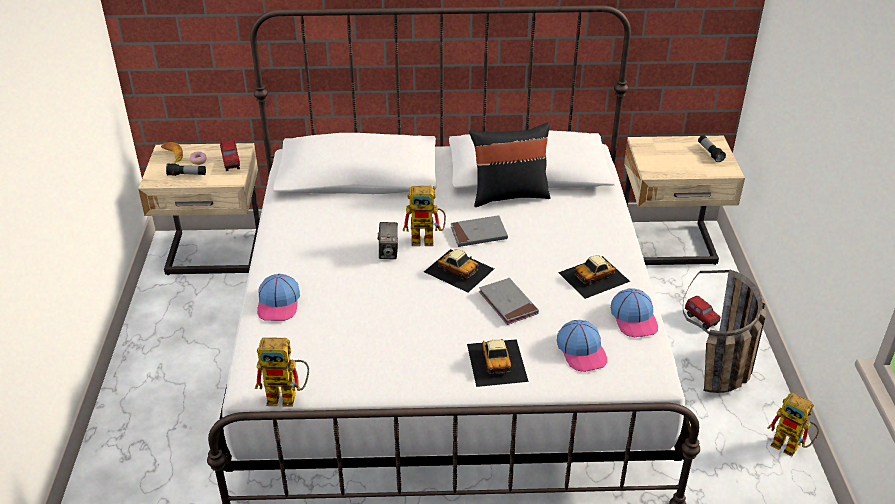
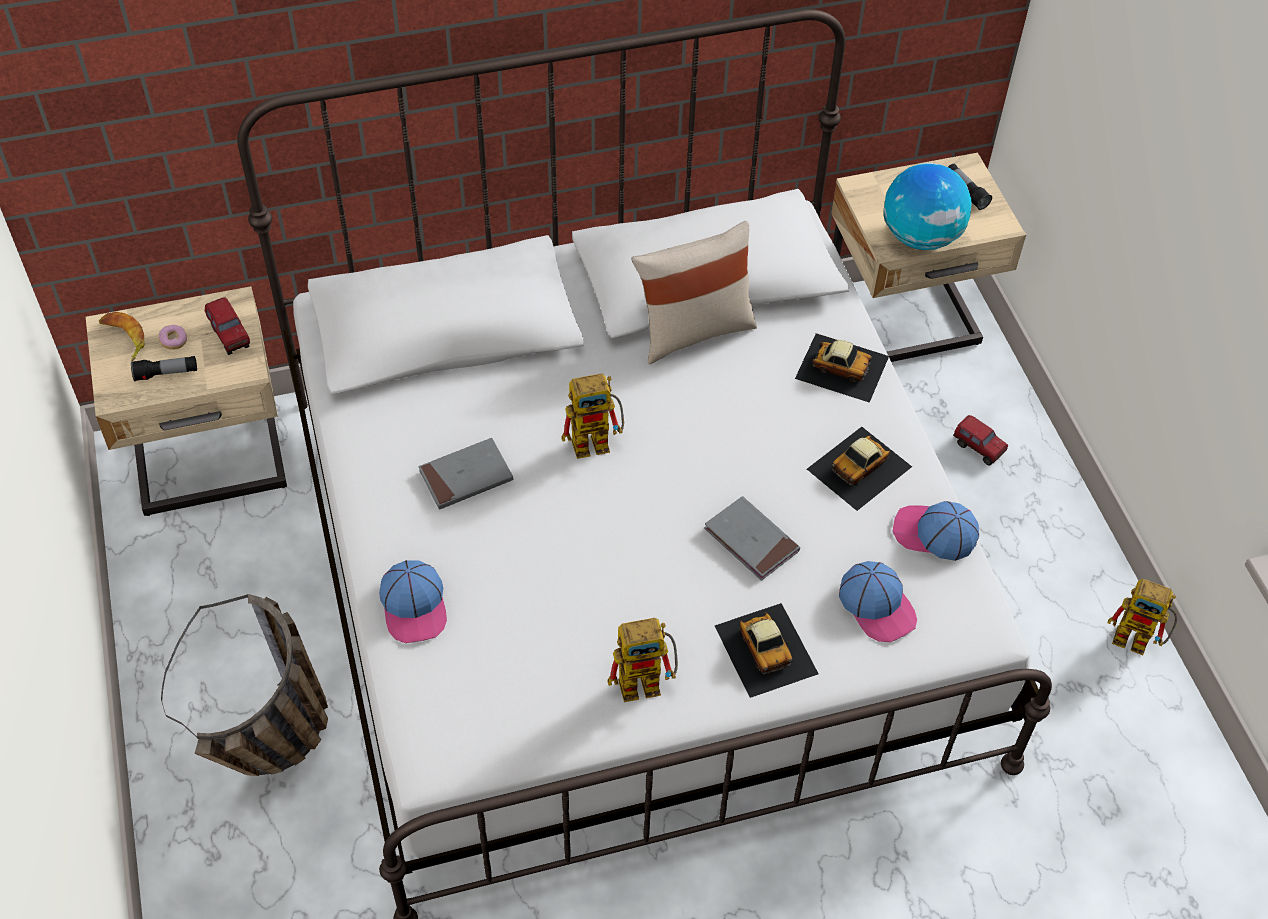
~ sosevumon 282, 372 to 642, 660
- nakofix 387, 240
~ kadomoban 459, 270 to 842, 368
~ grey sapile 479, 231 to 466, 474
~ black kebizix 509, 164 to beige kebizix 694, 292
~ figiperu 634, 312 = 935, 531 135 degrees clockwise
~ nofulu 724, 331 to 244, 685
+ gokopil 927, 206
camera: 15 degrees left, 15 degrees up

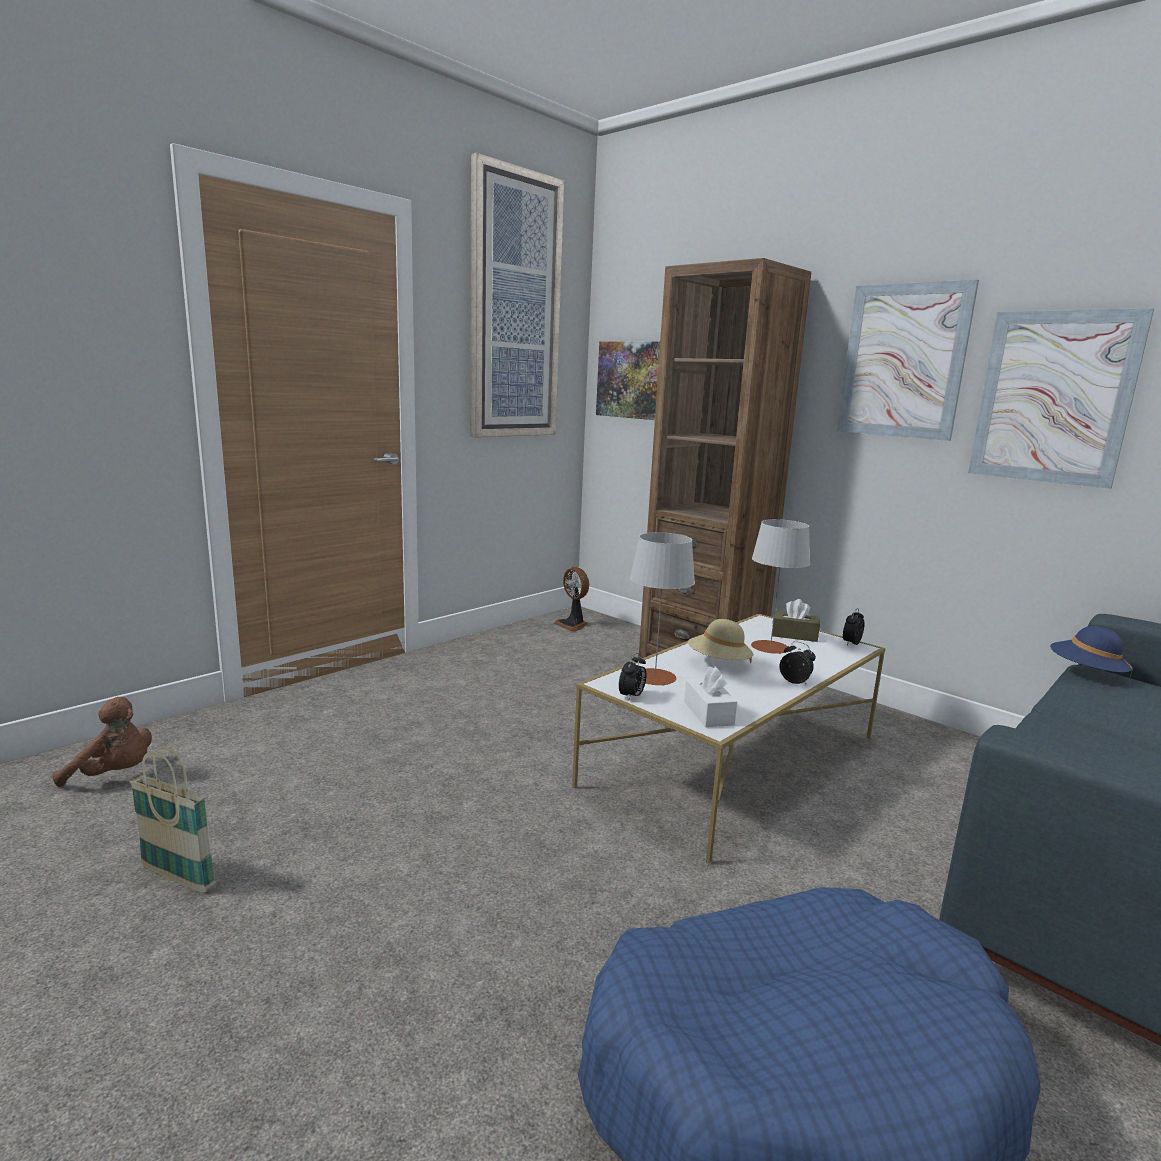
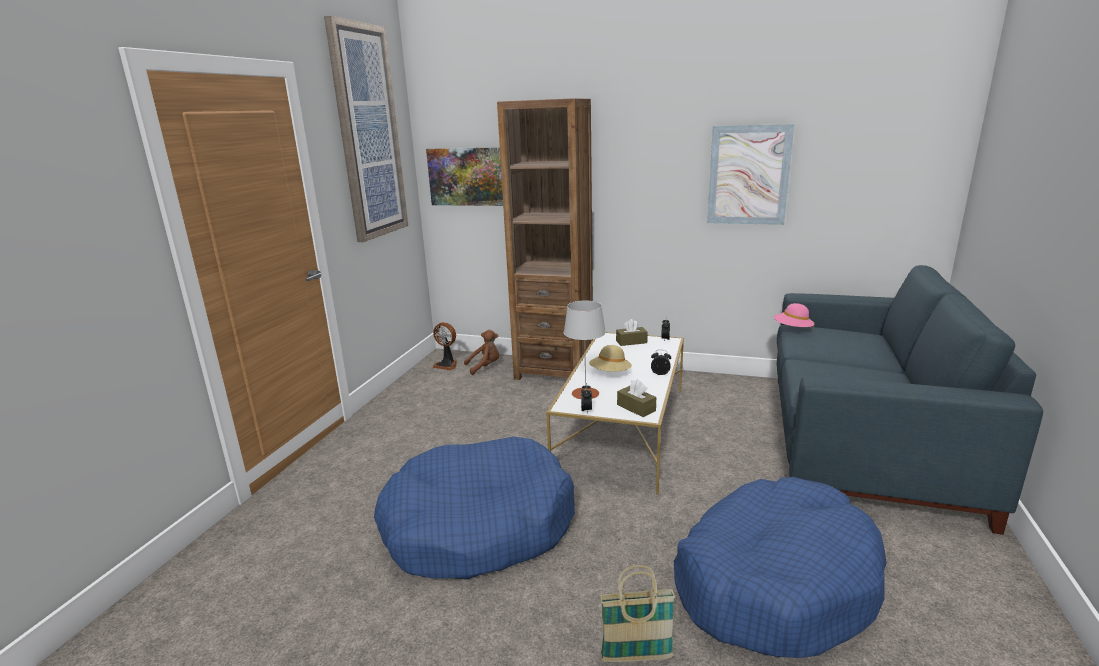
~ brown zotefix 102, 742 to 481, 352
~ nofulu 172, 819 to 637, 613
~ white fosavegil 710, 697 to brown fosavegil 636, 398
- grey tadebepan 780, 586
- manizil 908, 360
~ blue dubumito 1091, 654 to pink dubumito 794, 316
+ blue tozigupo 474, 508
camera: 25 degrees left, 5 degrees up

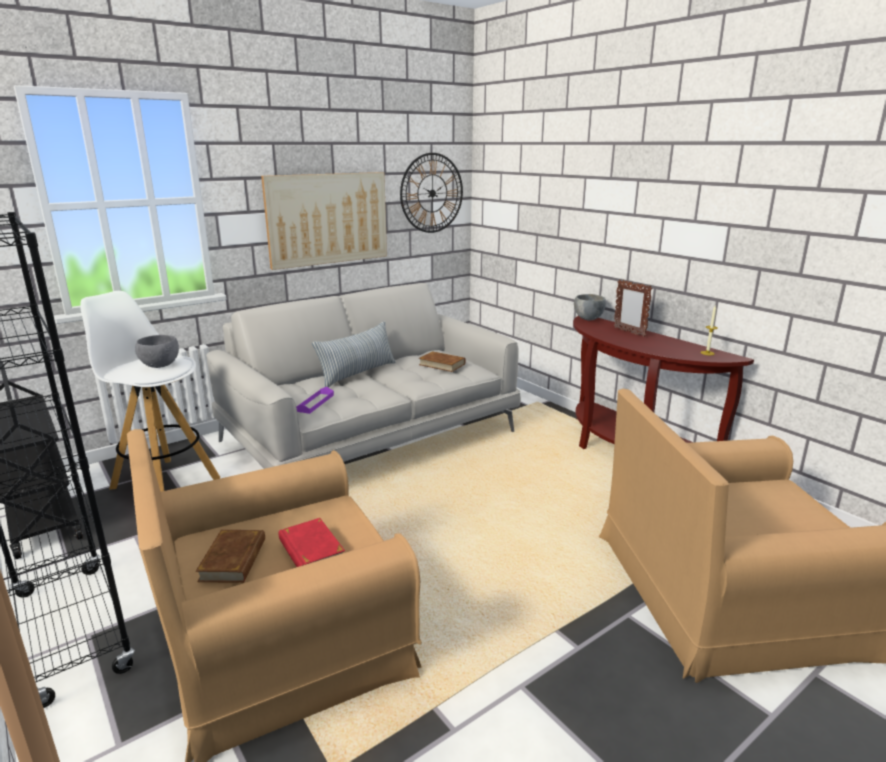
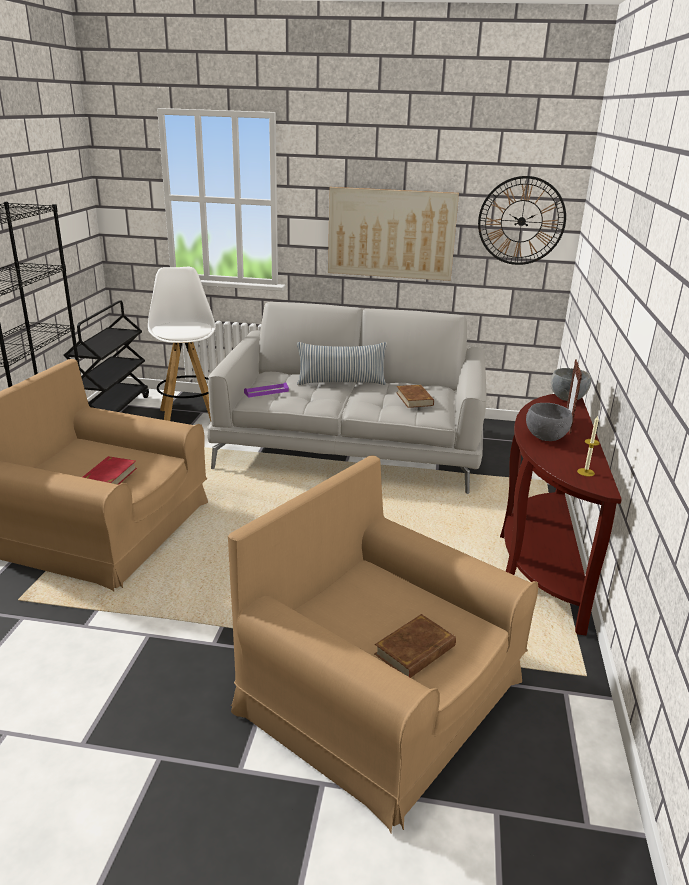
~ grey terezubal 157, 351 to 549, 422
~ brown sapile 230, 556 to 415, 646
camera: 45 degrees right, 5 degrees up

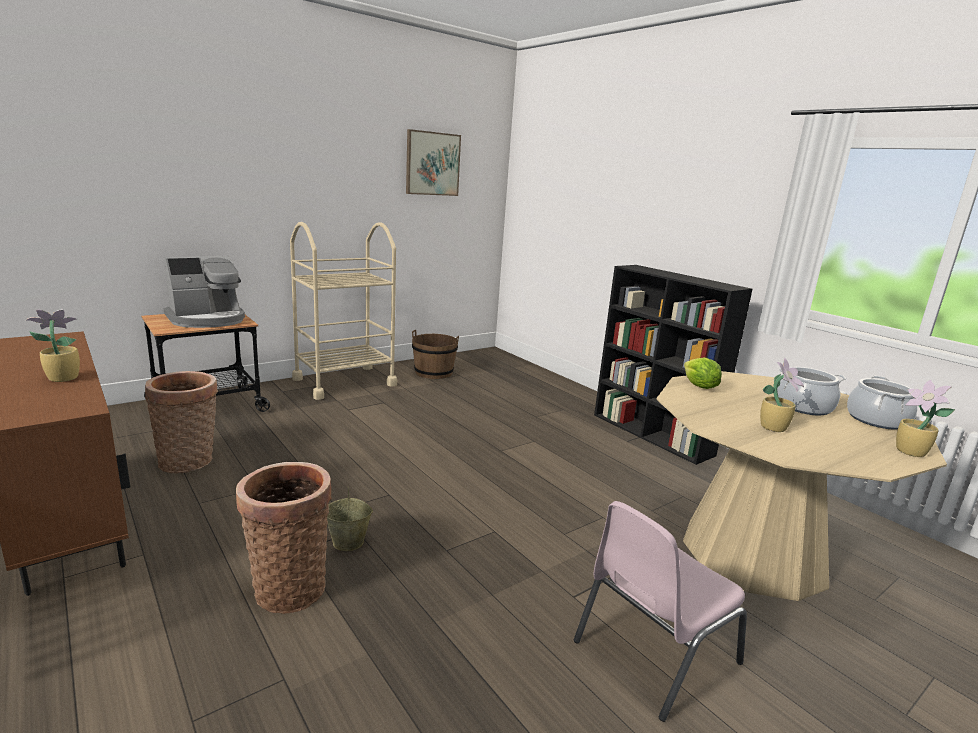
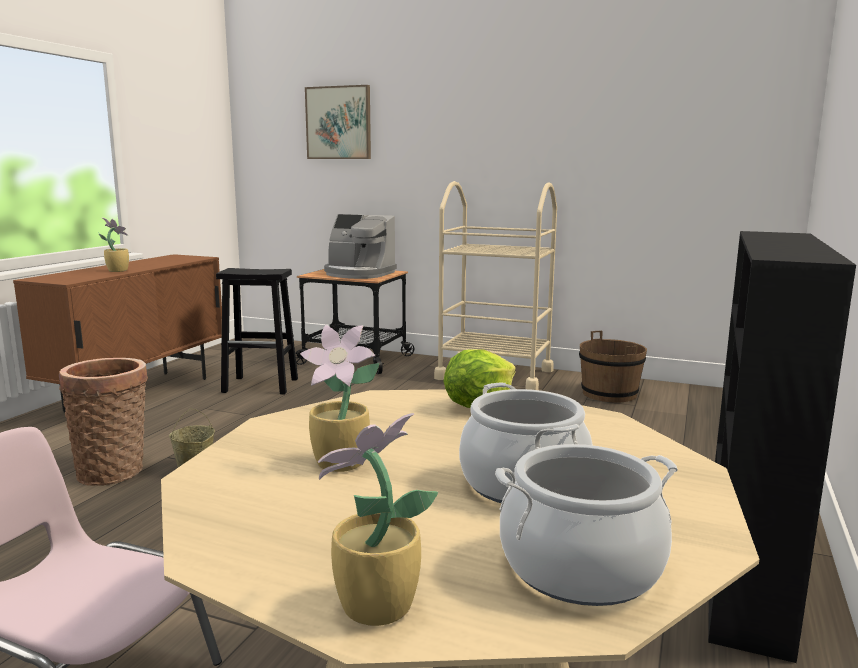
~ nofulu 181, 422 to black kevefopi 257, 331
~ manizil 433, 162 to 338, 122
camera: 60 degrees right, 5 degrees down

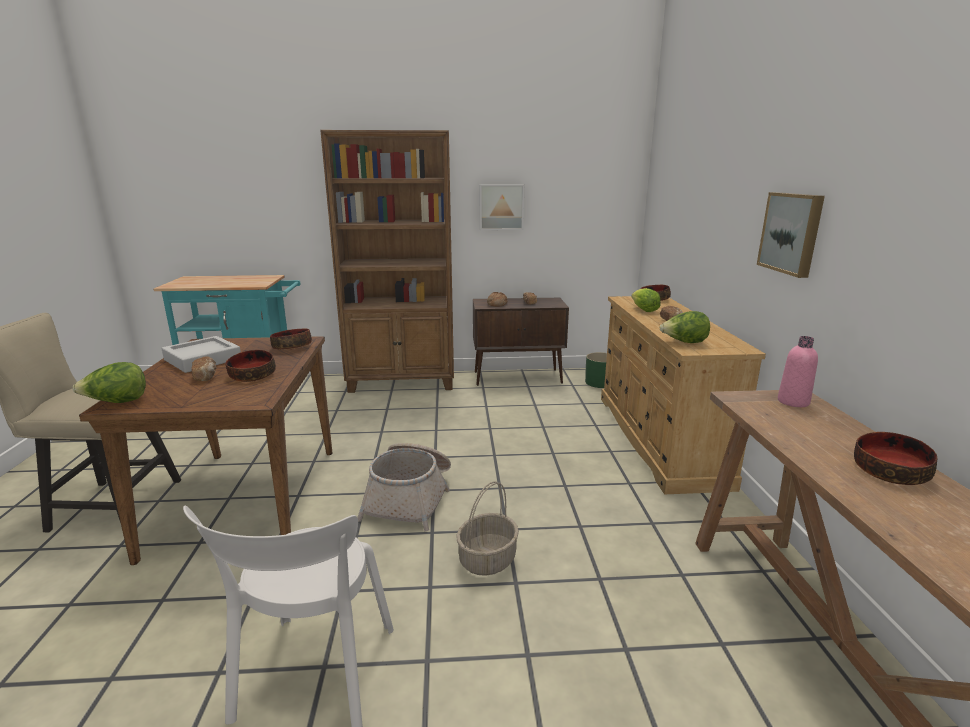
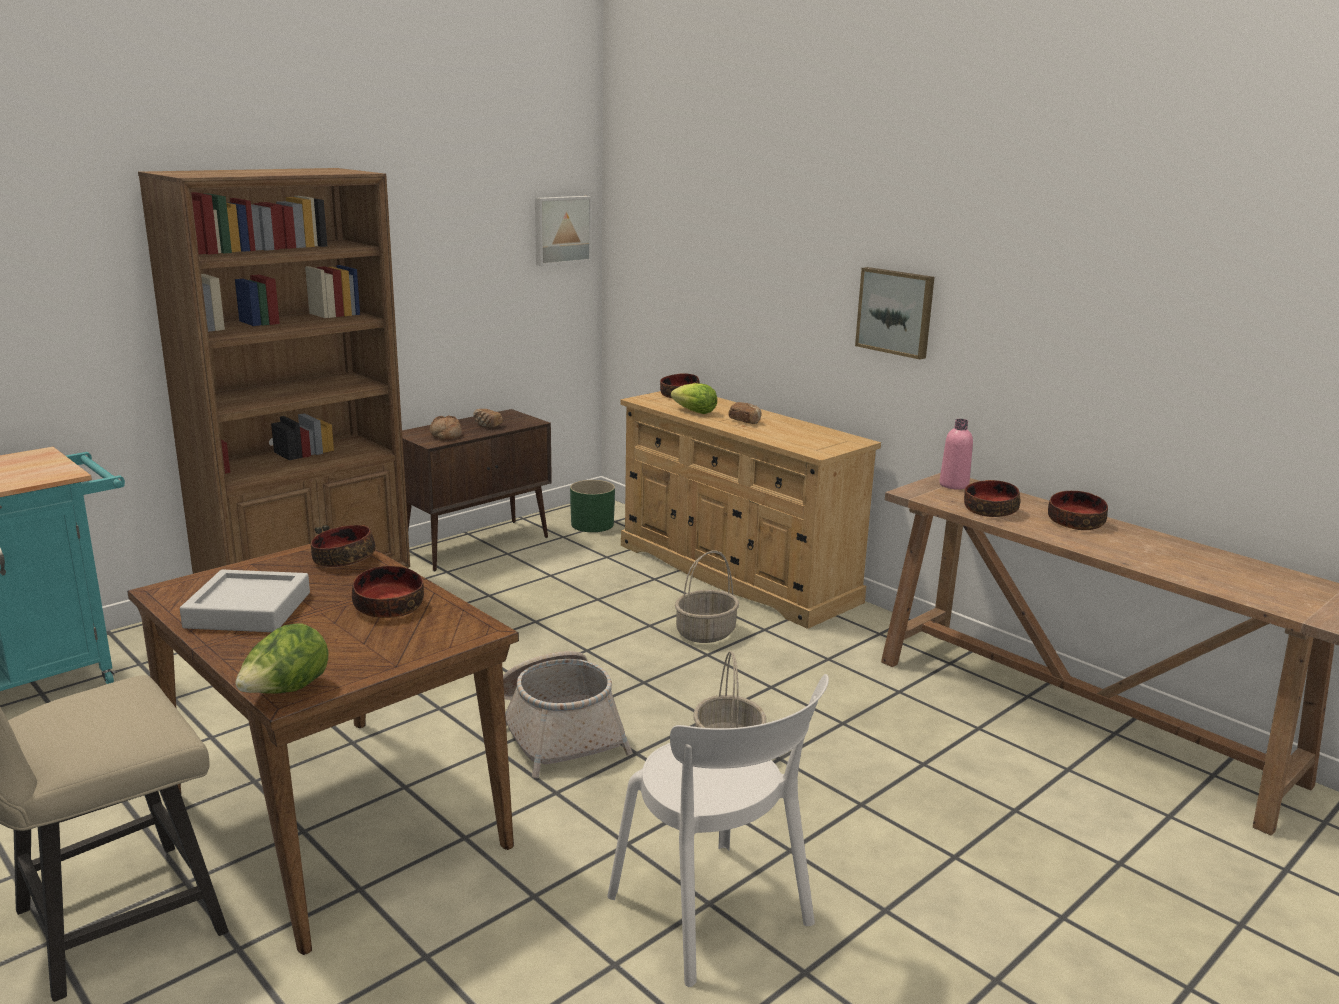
- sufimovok 204, 368
~ manizil 502, 207 to 563, 231
- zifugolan 685, 327
+ nofulu 707, 597
+ terezubal 992, 498
camera: 40 degrees left, 0 degrees up

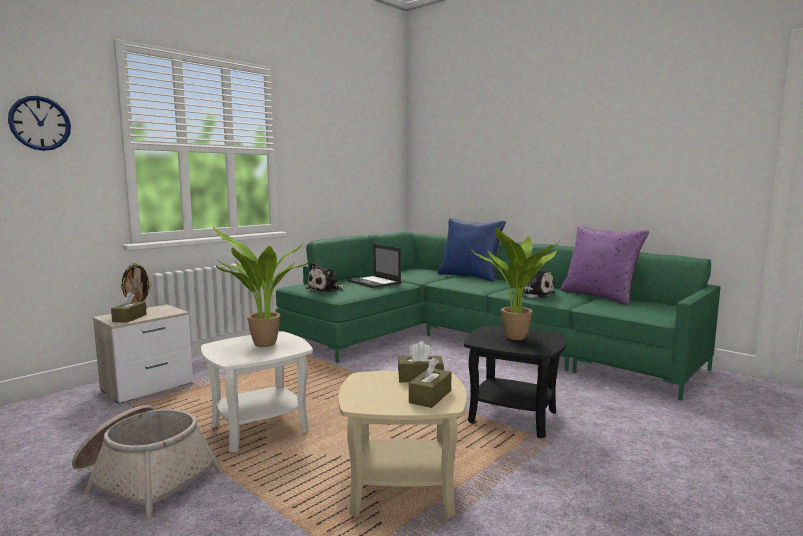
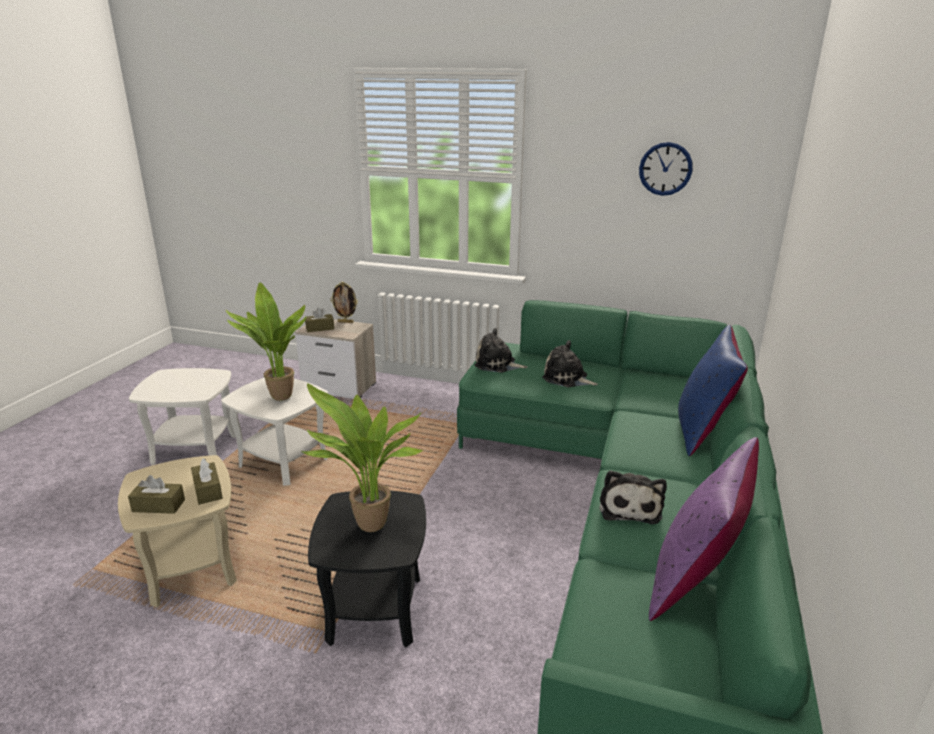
~ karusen 39, 123 to 666, 169
~ nofulu 147, 462 to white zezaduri 182, 416
~ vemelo 374, 266 to zotefix 570, 363
camera: 65 degrees right, 15 degrees up

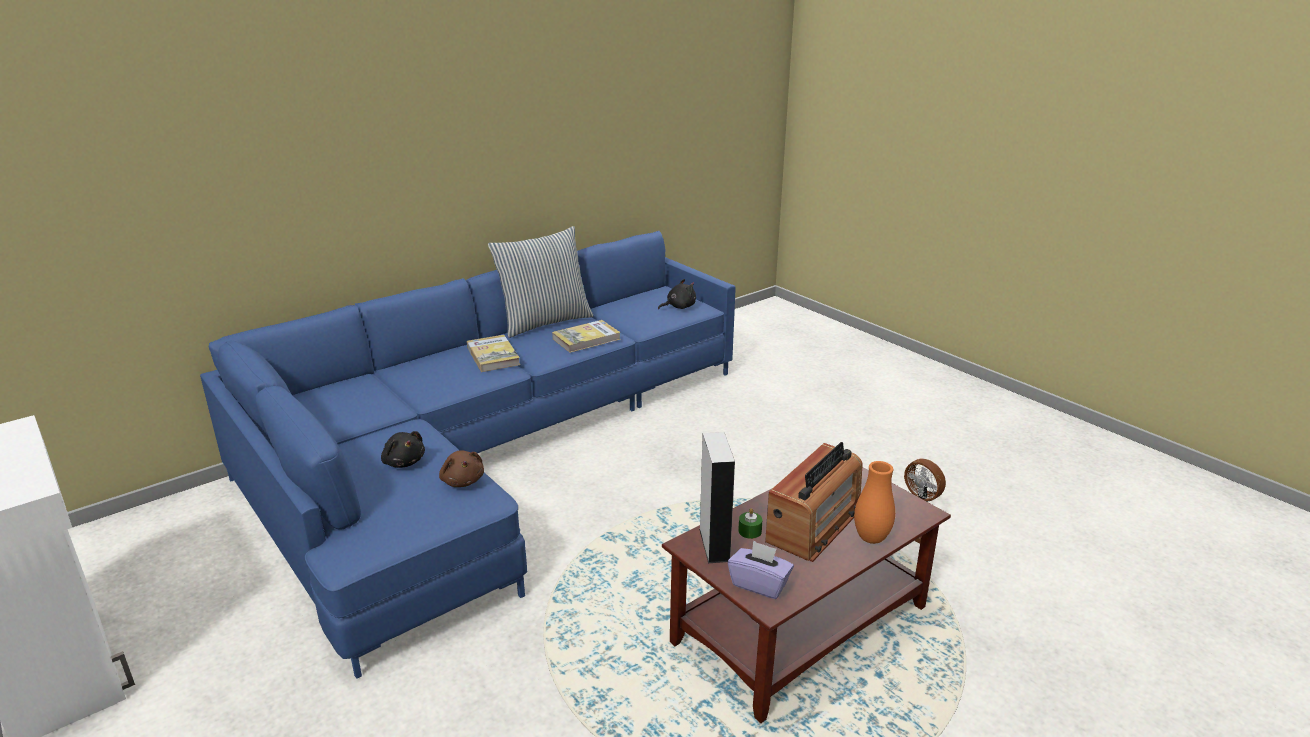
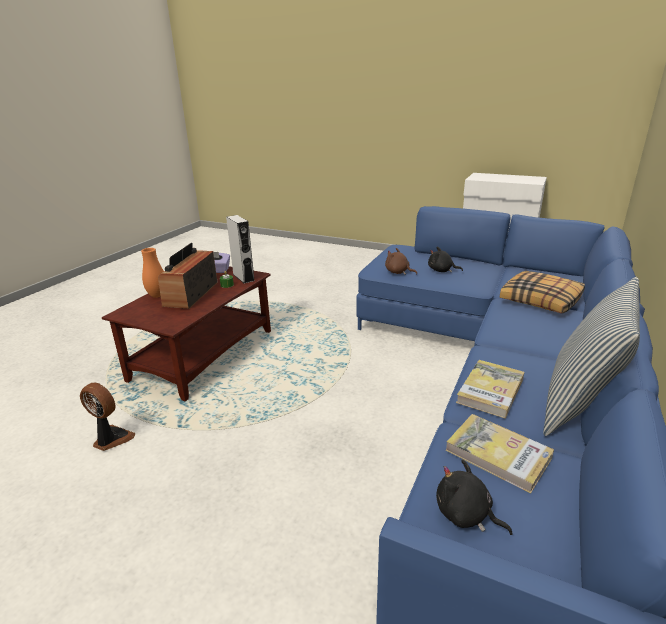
~ sapile 493, 353 to 500, 453
~ black zotefix 677, 294 = 474, 497 90 degrees clockwise
+ kebizix 542, 292
camera: 155 degrees right, 0 degrees up

